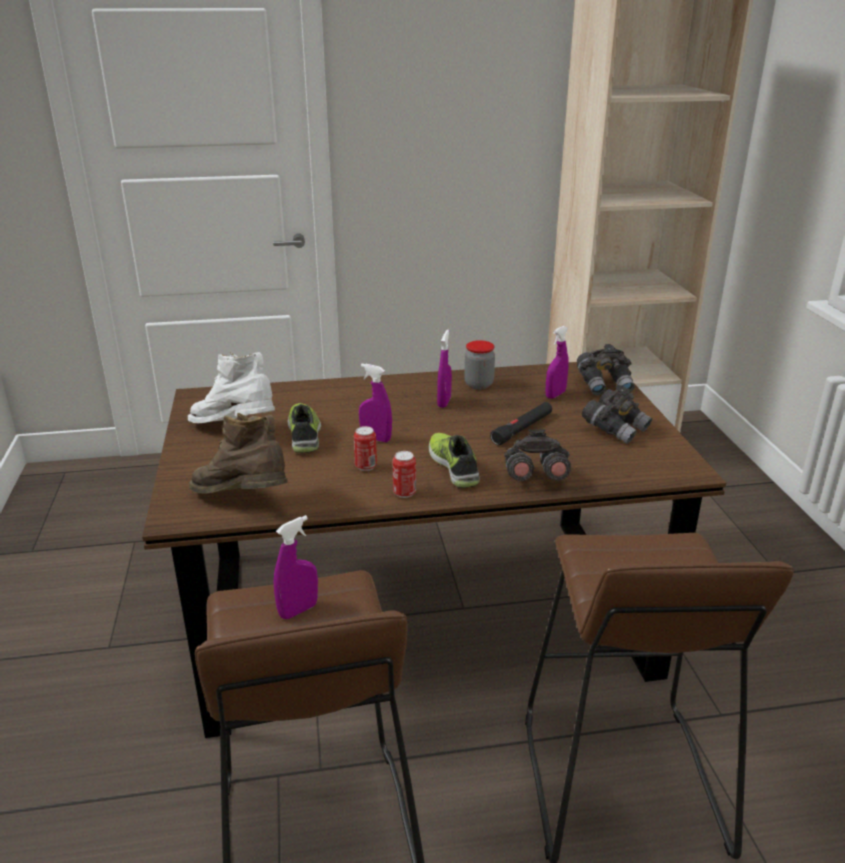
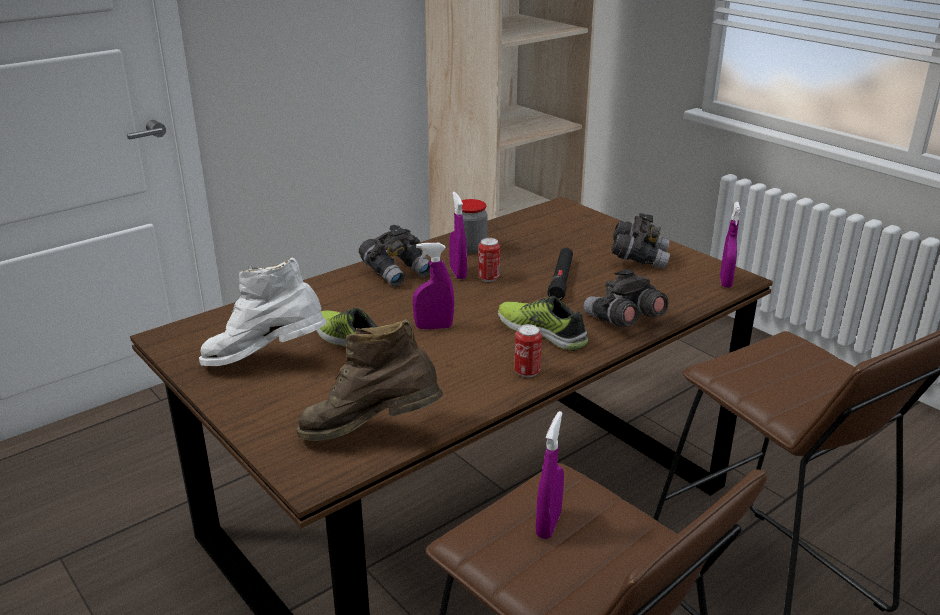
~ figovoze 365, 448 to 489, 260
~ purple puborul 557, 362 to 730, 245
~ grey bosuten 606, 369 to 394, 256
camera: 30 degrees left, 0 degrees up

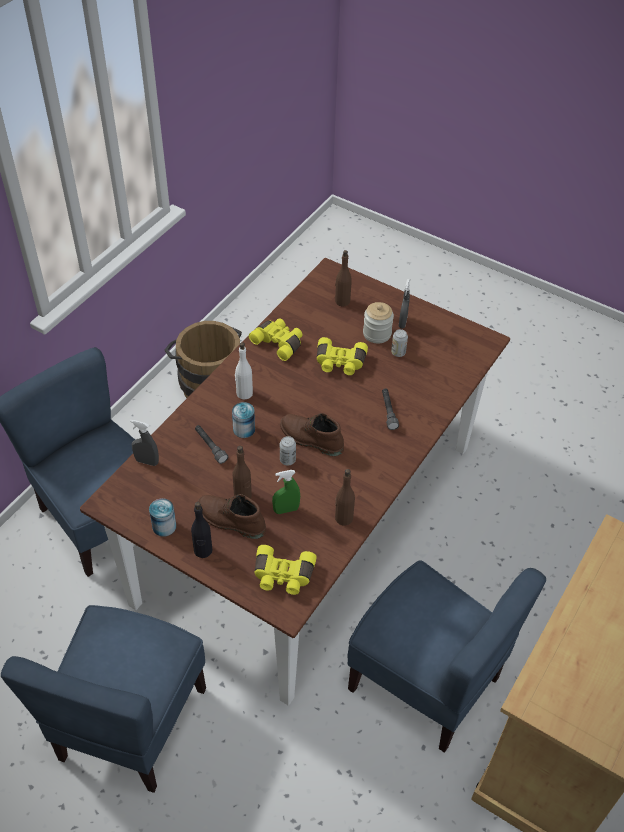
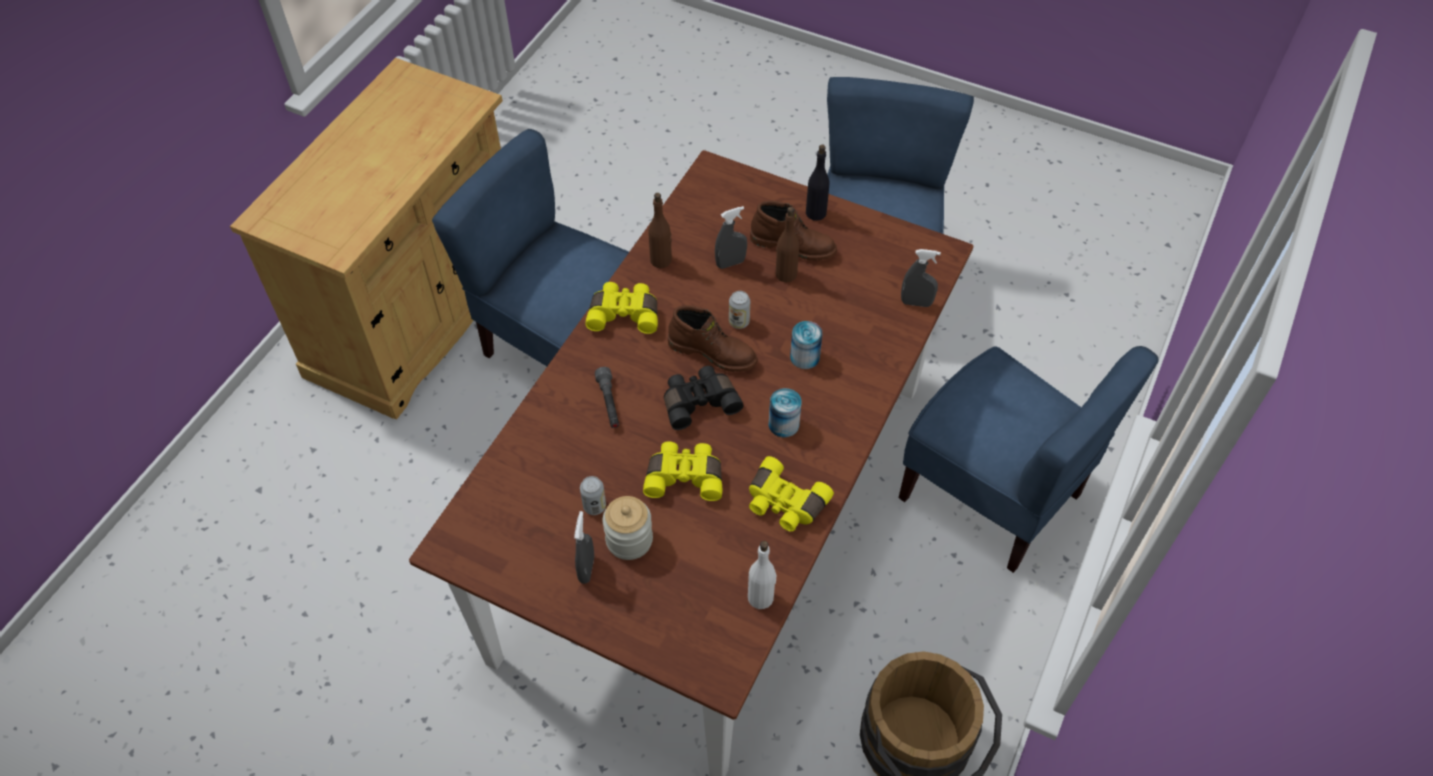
~ figovoze 162, 517 to 785, 413
- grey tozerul 211, 444
~ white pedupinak 244, 370 to 762, 575
~ yellow bosuten 286, 570 to 621, 308
~ green puborul 286, 492 to grey puborul 731, 237
- brown pedupinak 343, 278
+ black bosuten 704, 398
camera: 175 degrees right, 5 degrees up

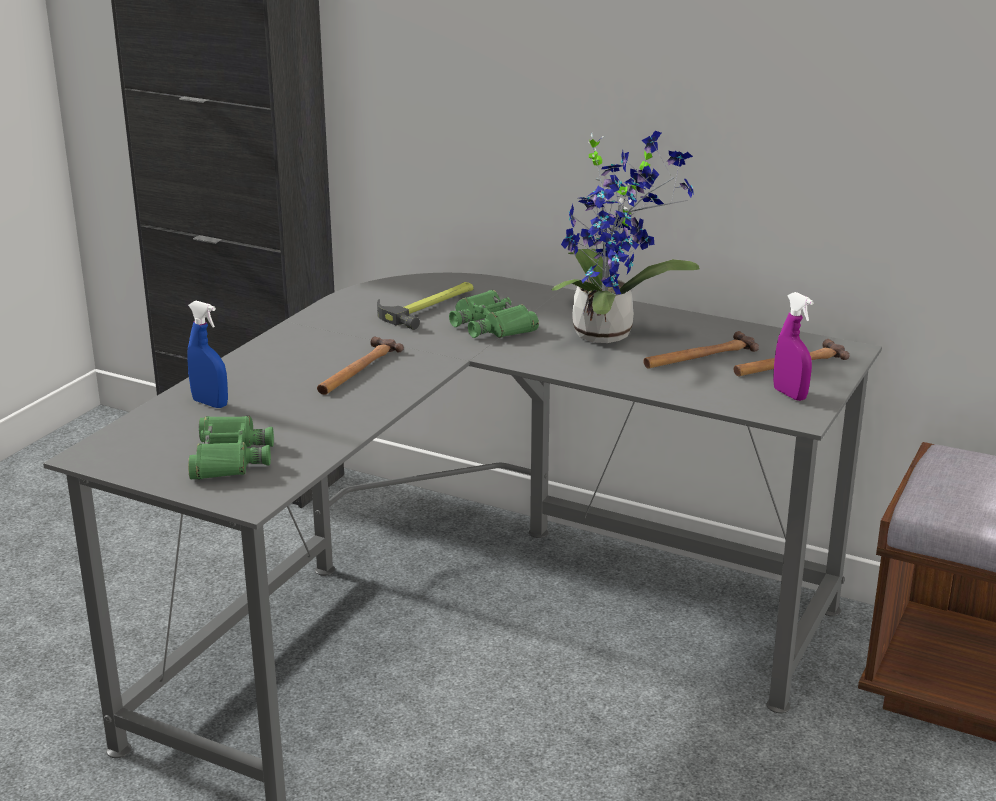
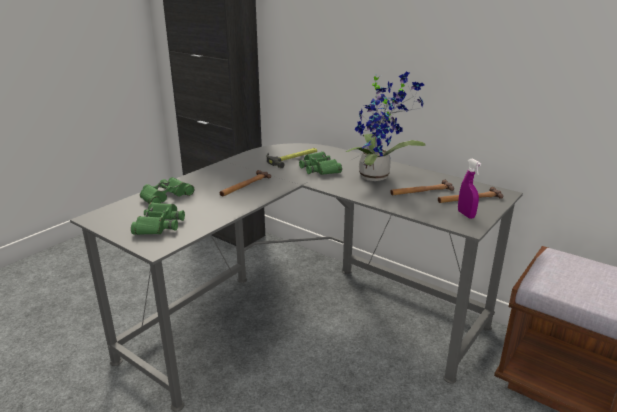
~ blue puborul 207, 354 to green bosuten 167, 190
camera: 10 degrees right, 0 degrees up

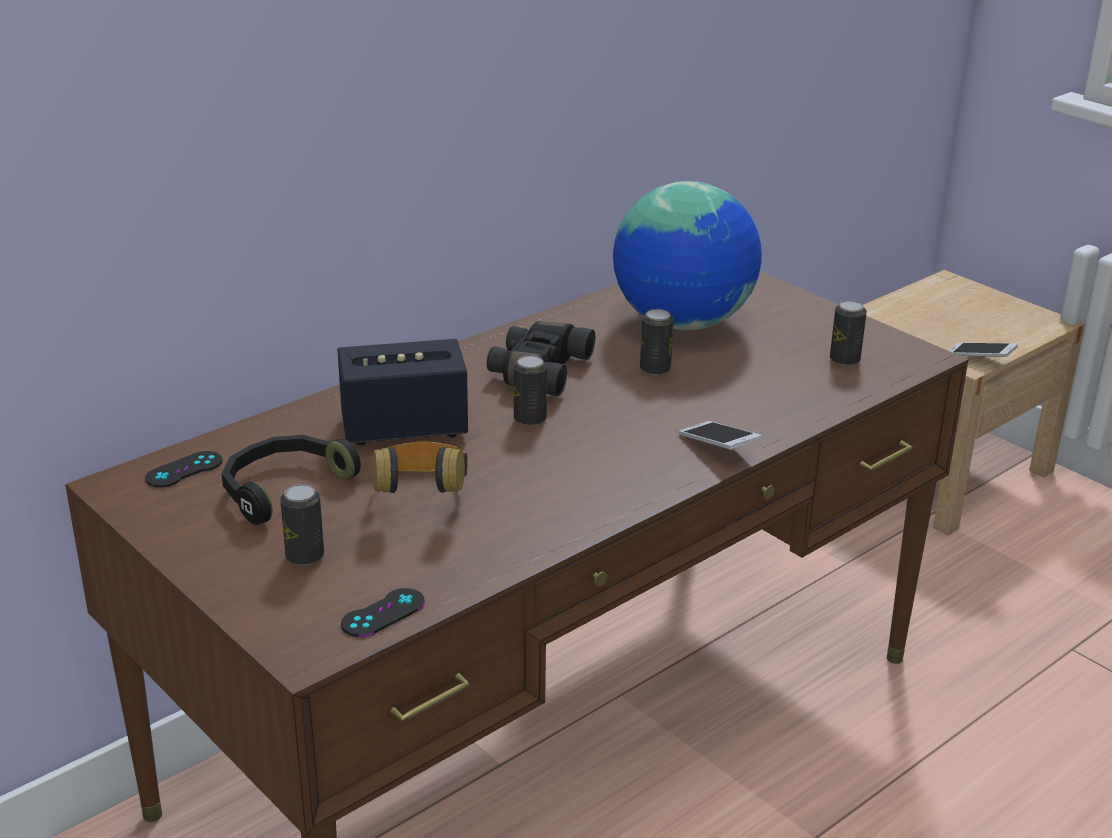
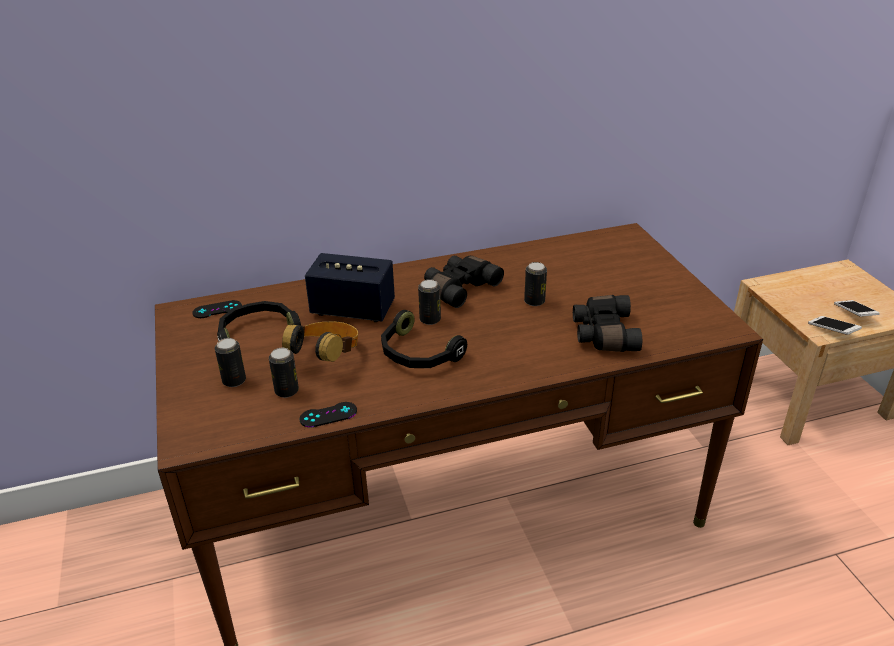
~ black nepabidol 383, 612 to 328, 414
- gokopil 687, 255
~ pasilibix 720, 435 to 857, 308
~ figovoze 848, 333 to 284, 373
+ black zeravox 424, 339
+ black bosuten 607, 323
camera: 25 degrees right, 5 degrees up

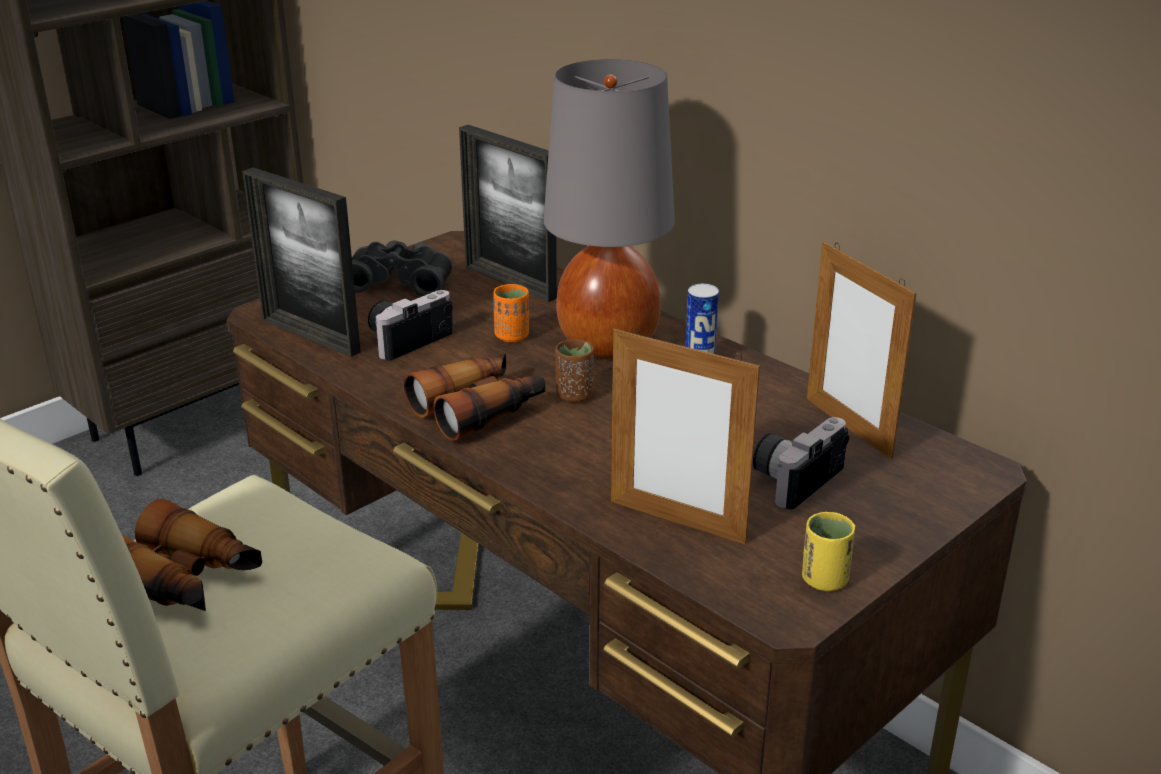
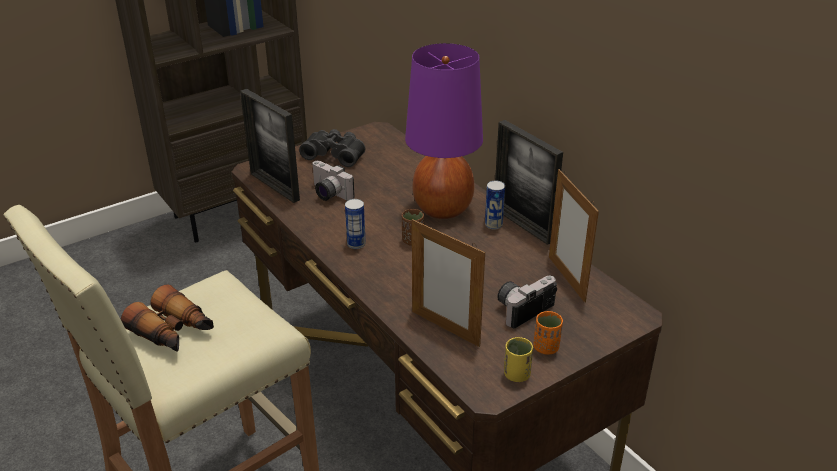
~ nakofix 410, 325 = 334, 181 105 degrees counterclockwise
~ bosuten 474, 397 to figovoze 355, 224
~ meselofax 508, 213 to 529, 182
~ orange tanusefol 511, 313 to 548, 333
~ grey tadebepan 609, 209 to purple tadebepan 444, 131
camera: 10 degrees right, 5 degrees up

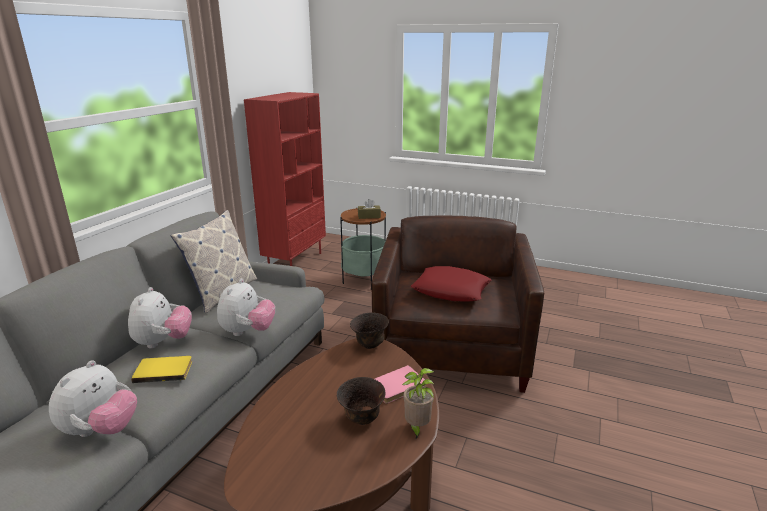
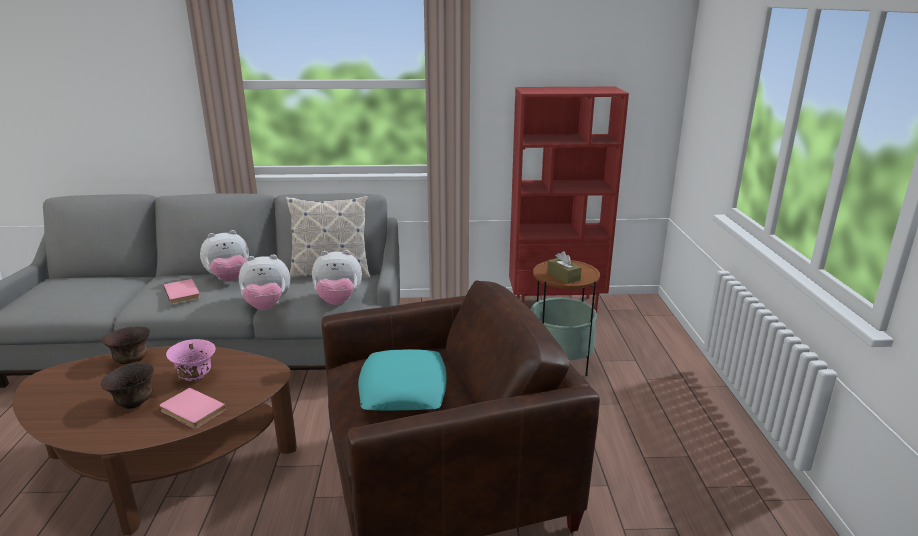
~ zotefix 93, 398 to 337, 277
~ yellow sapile 161, 369 to pink sapile 182, 291
~ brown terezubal 369, 330 to 125, 345
- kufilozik 418, 403
~ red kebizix 451, 284 to turquoise kebizix 402, 380
+ pink terezubal 191, 360
camera: 65 degrees right, 0 degrees up

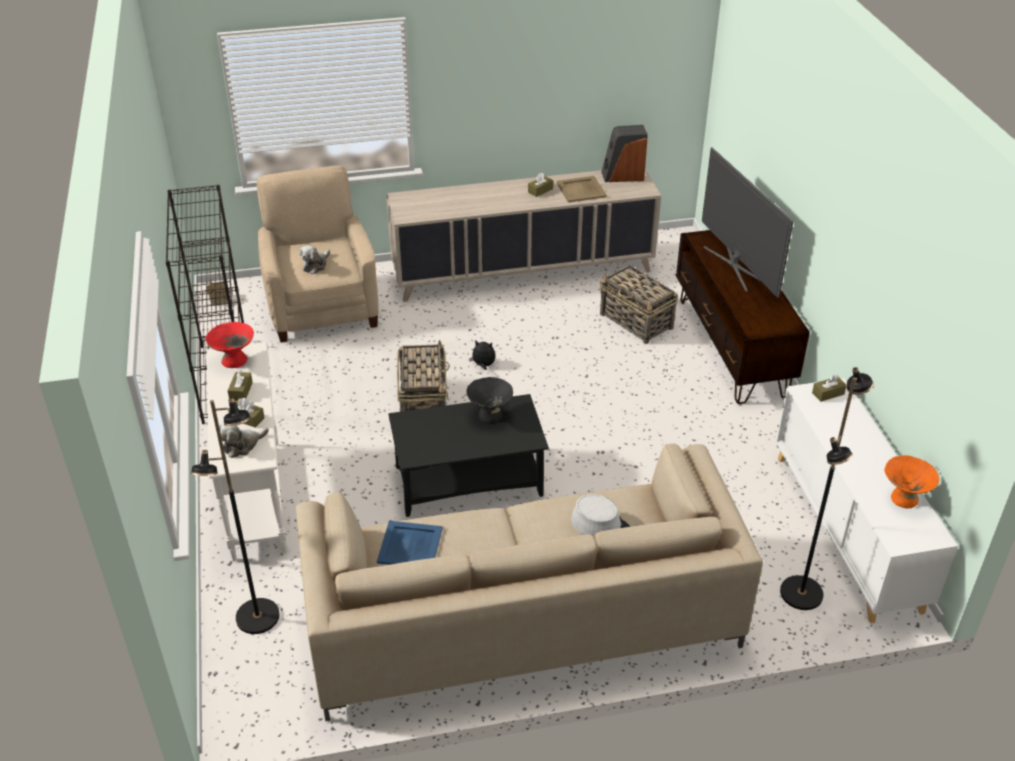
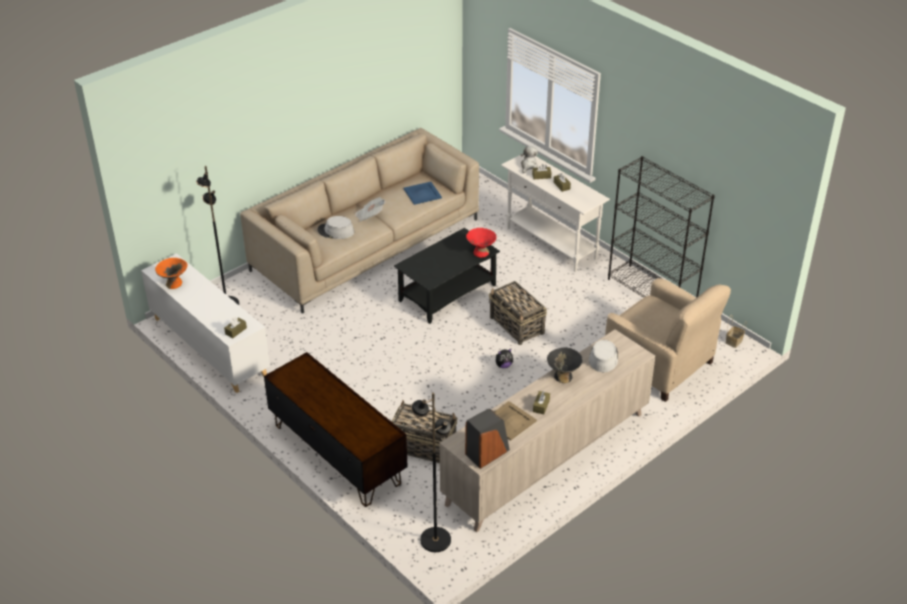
~ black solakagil 235, 516 to 431, 472
~ red terezubal 229, 345 to 481, 243
- zotefix 315, 259
~ black terezubal 490, 400 to 565, 365
- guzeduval 748, 222
+ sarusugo 370, 209
+ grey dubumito 603, 356
camera: 150 degrees right, 0 degrees up

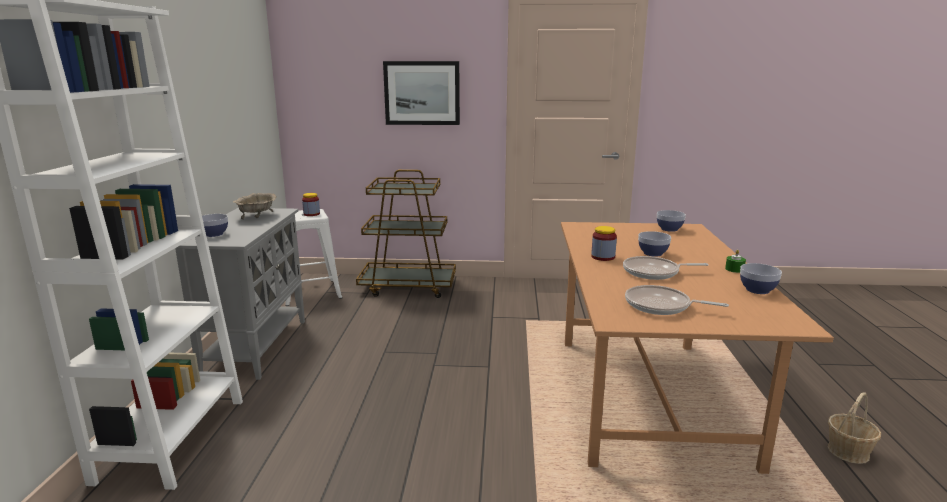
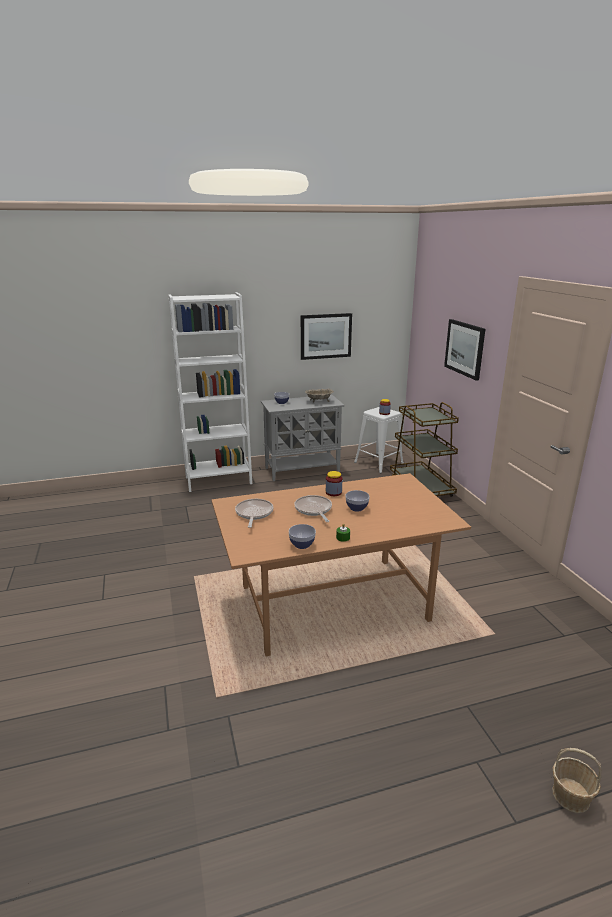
- terezubal 671, 221
~ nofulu 854, 428 to 577, 780
+ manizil 326, 336
camera: 70 degrees right, 5 degrees up

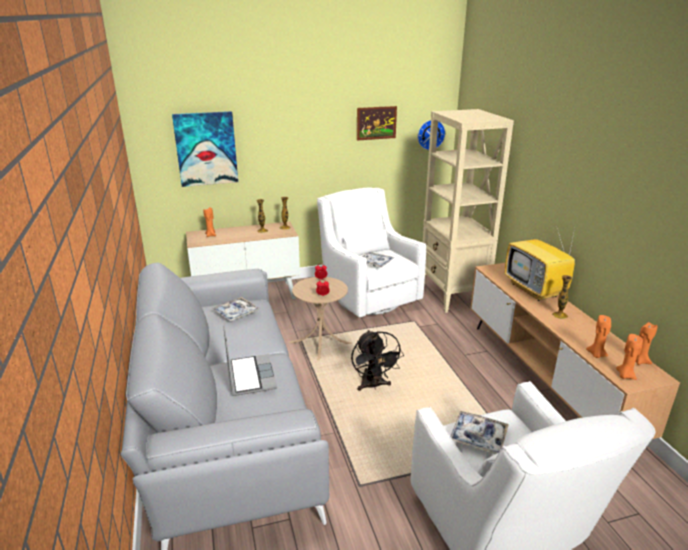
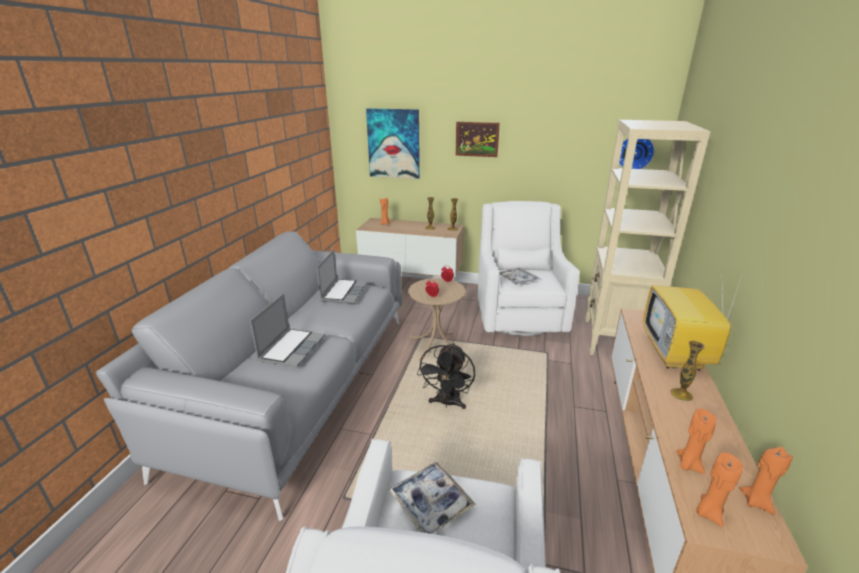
~ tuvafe 236, 309 to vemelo 342, 276
~ manizil 377, 123 to 477, 139
camera: 30 degrees right, 0 degrees up

